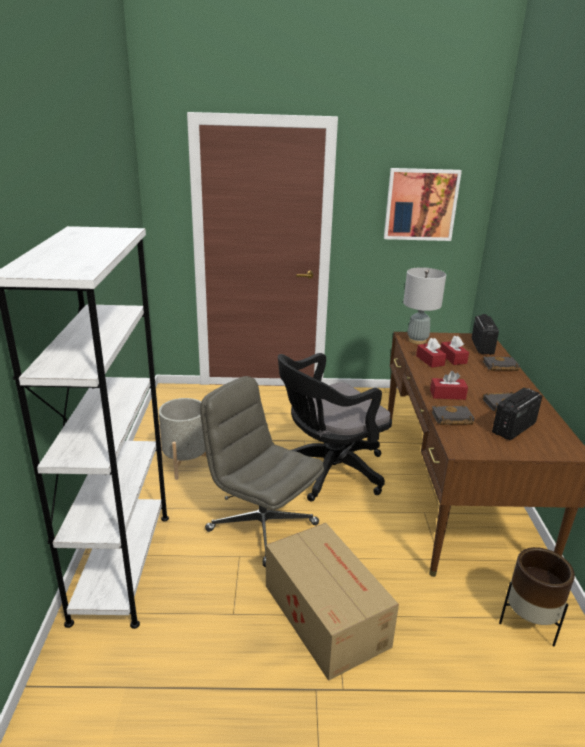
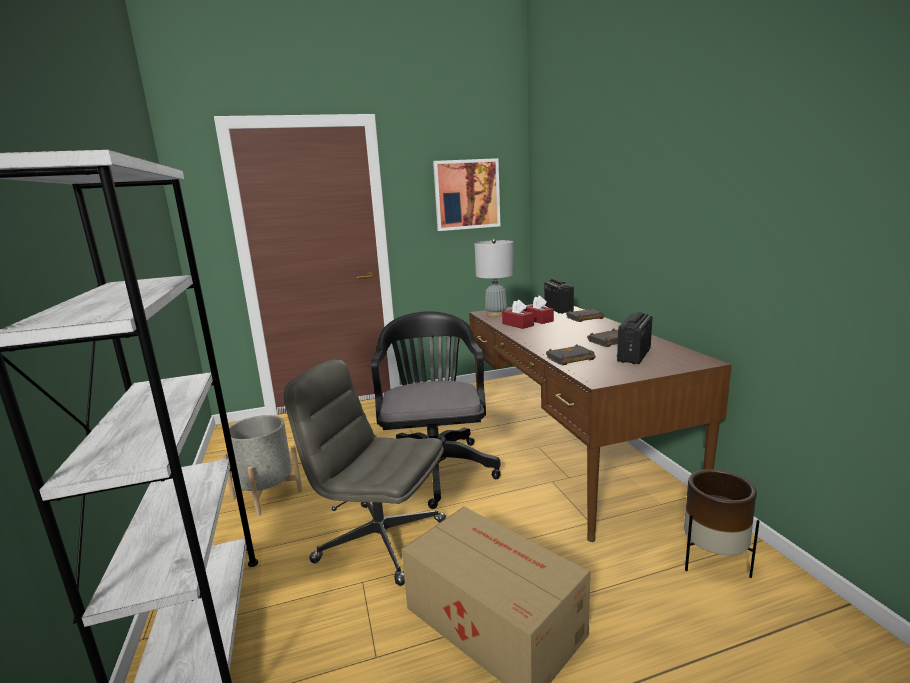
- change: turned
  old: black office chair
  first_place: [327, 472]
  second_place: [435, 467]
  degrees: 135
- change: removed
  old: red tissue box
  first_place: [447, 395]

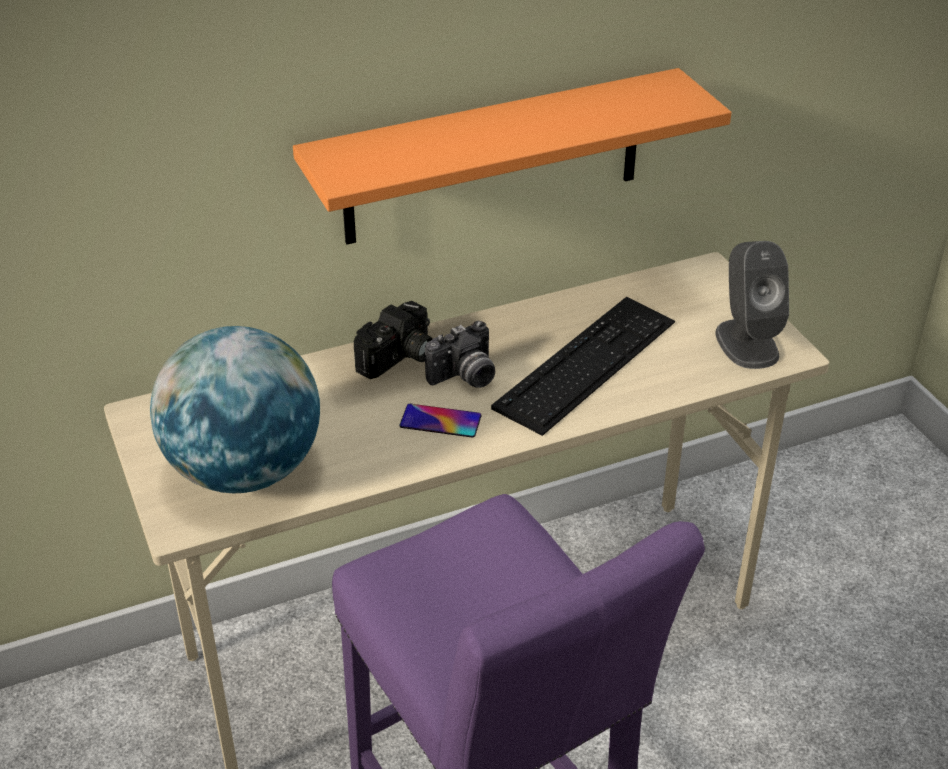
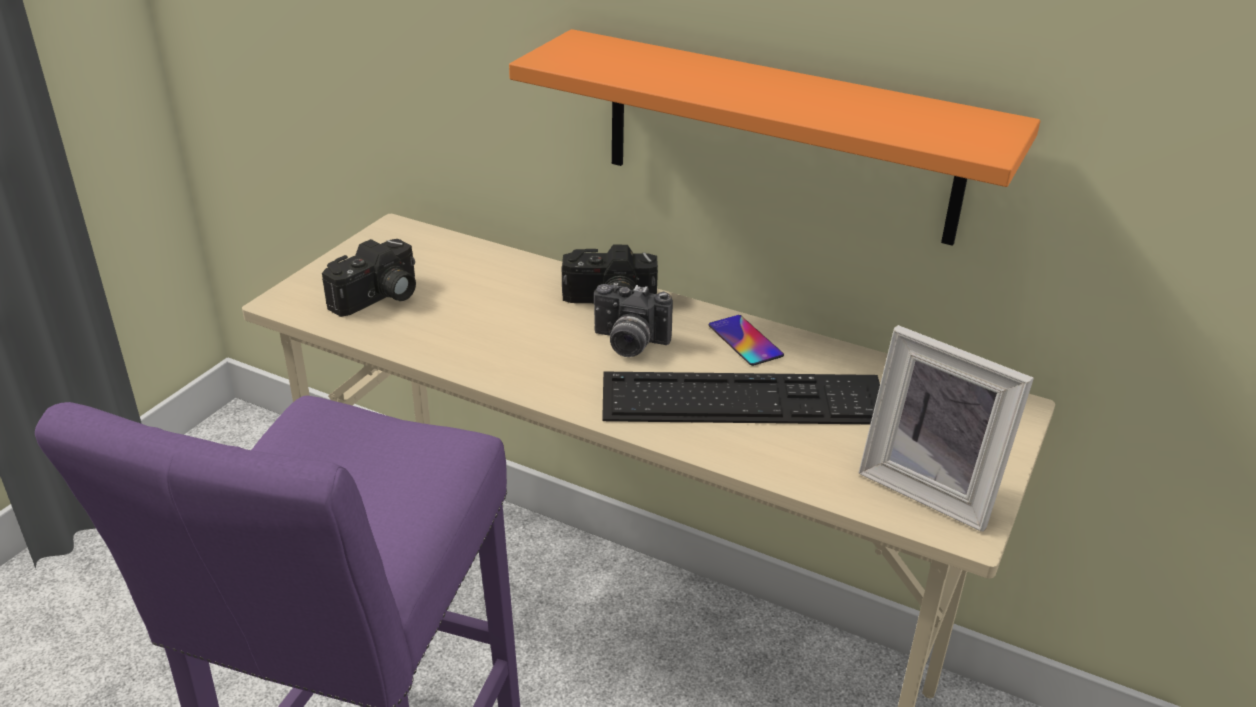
- change: replaced
  old: globe
  new: photo camera
  first_place: [244, 470]
  second_place: [379, 298]
- change: moved
  old: phone
  first_place: [440, 421]
  second_place: [745, 341]
- change: replaced
  old: grey speaker
  new: picture frame
  first_place: [746, 343]
  second_place: [931, 487]

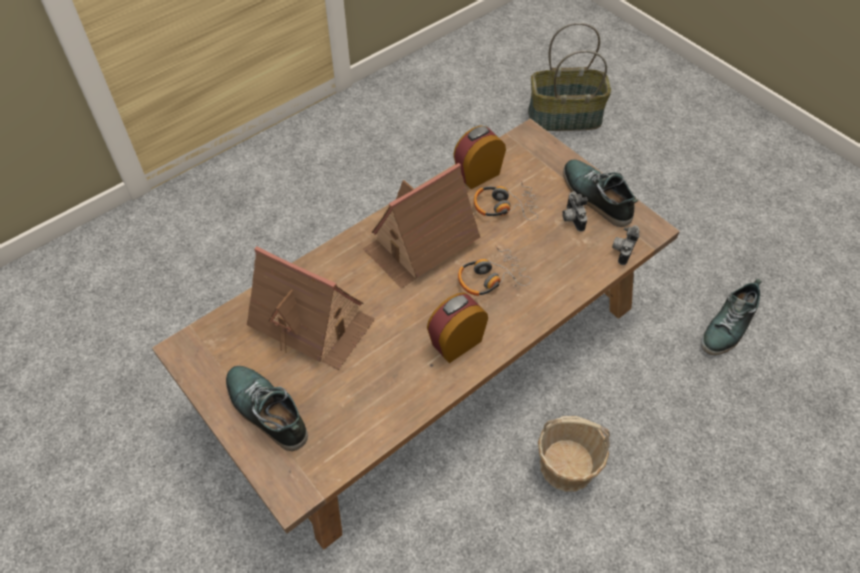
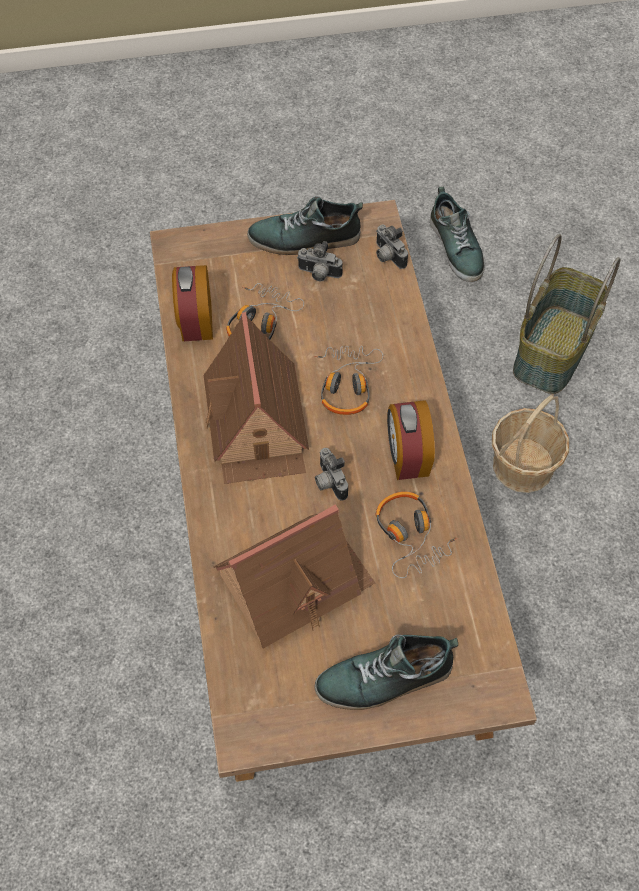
- change: added
  new: photo camera
  second_place: [328, 482]
- change: added
  new: headphones
  second_place: [410, 536]
- change: moved
  old: basket
  first_place: [564, 118]
  second_place: [554, 351]

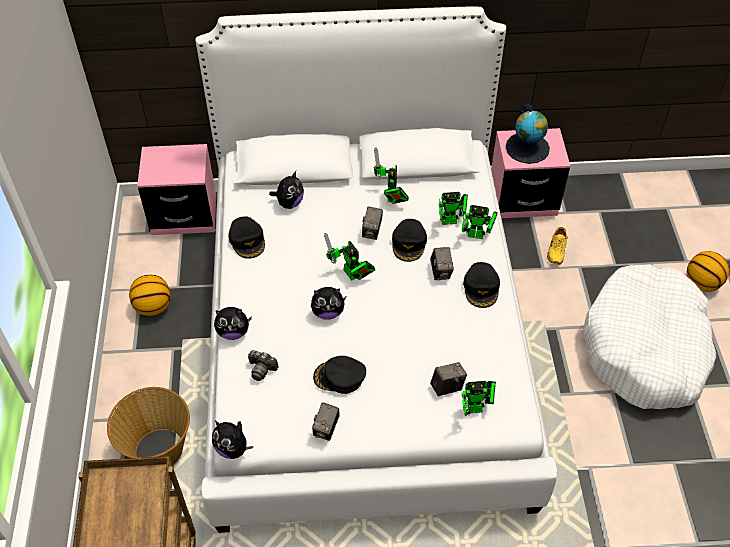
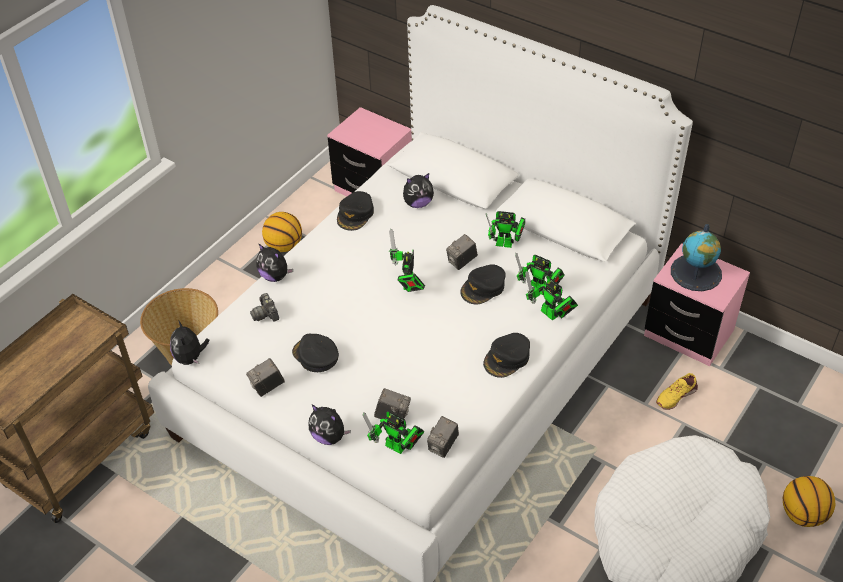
- change: moved
  old: plush toy
  first_place: [328, 312]
  second_place: [329, 436]
- change: moved
  old: photo camera
  first_place: [441, 272]
  second_place: [443, 446]
- change: turned
  old: toy robot
  first_place: [391, 198]
  second_place: [506, 244]
  degrees: -120

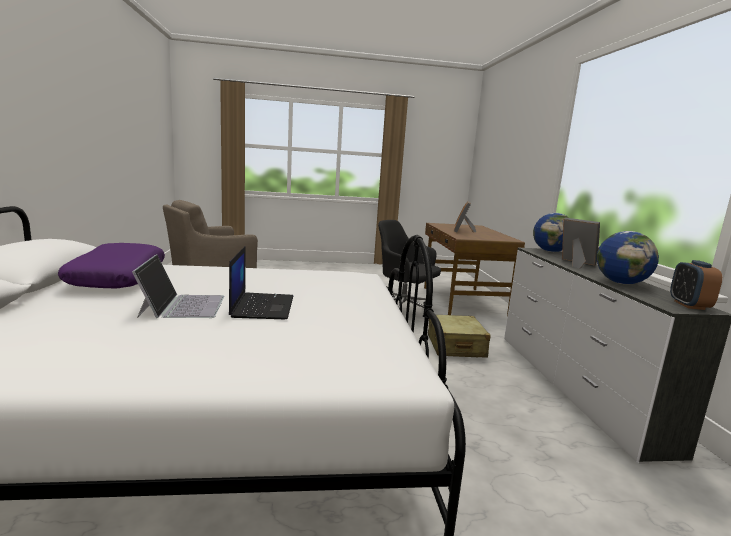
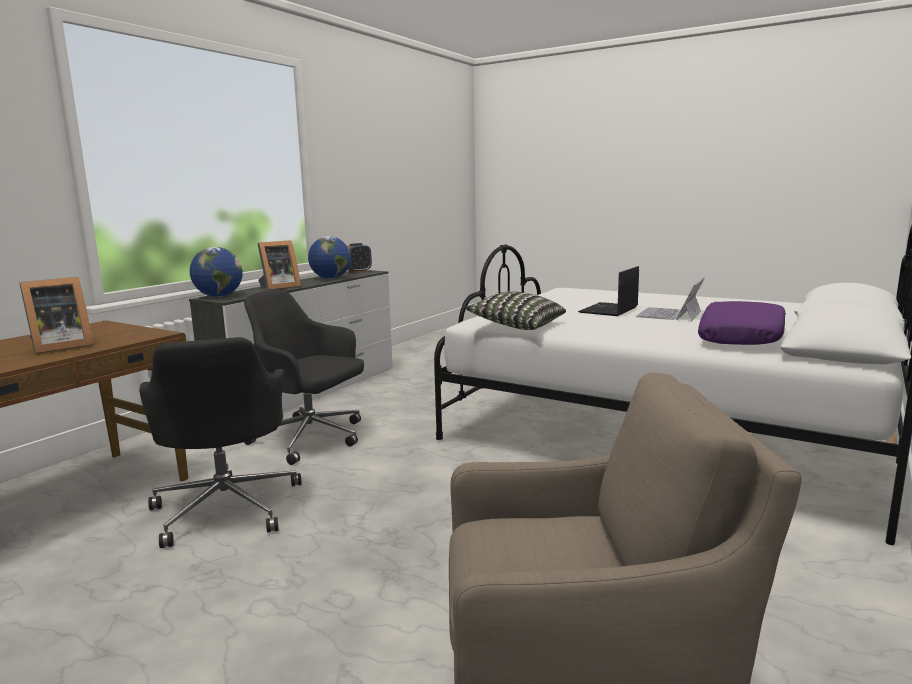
- change: replaced
  old: beige suitcase
  new: black office chair
  first_place: [455, 346]
  second_place: [311, 438]
- change: turned
  old: picture frame
  first_place: [575, 264]
  second_place: [278, 287]
  degrees: -120
- change: added
  new: pillow
  second_place: [517, 326]

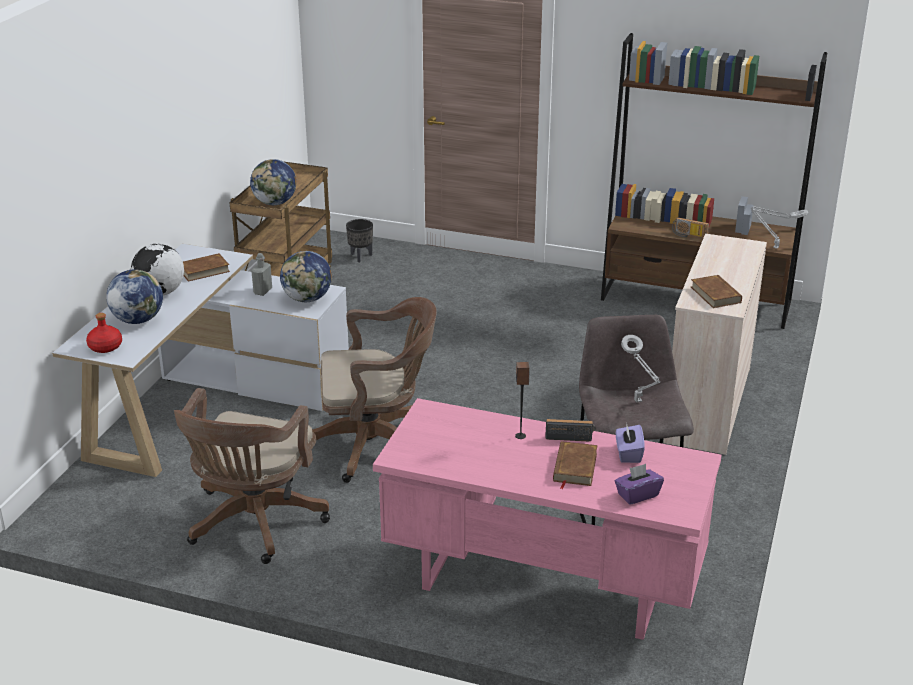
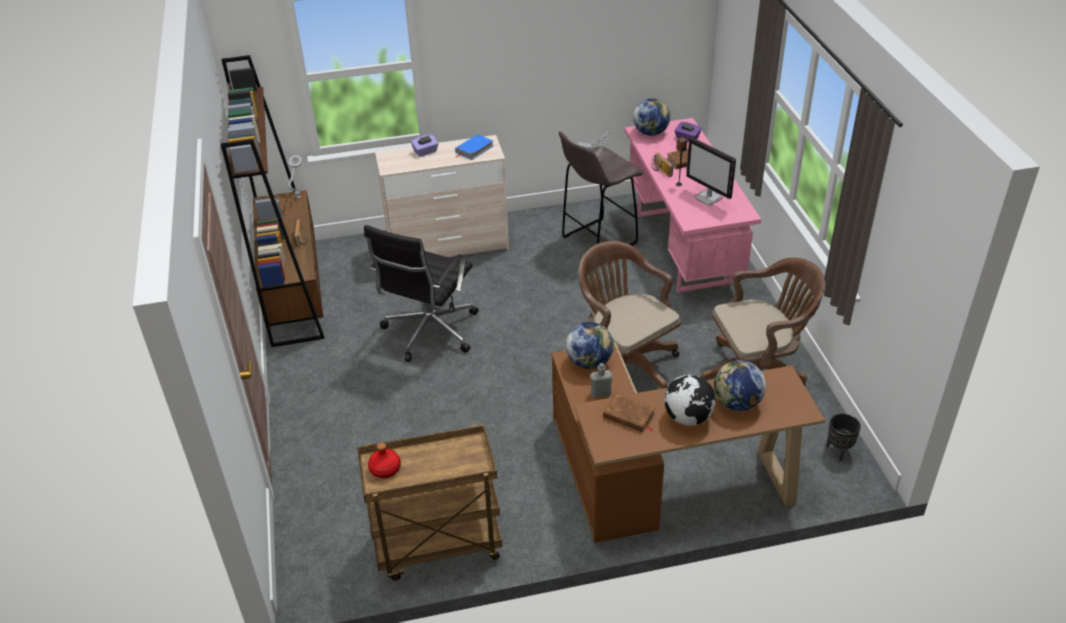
- change: added
  new: black office chair
  second_place: [429, 332]
- change: moved
  old: red bottle
  first_place: [105, 347]
  second_place: [385, 469]
- change: moved
  old: purple tissue box
  first_place: [628, 453]
  second_place: [425, 151]
- change: recoloured
  old: brown book
  new: blue book
  first_place: [715, 294]
  second_place: [474, 149]
- change: recoloured
  old: white desk
  new: brown desk
  first_place: [208, 403]
  second_place: [660, 480]
- change: moved
  old: globe
  first_place: [275, 203]
  second_place: [650, 132]
- change: added
  new: monitor
  second_place: [709, 198]
- change: moved
  old: black planter
  first_place: [360, 257]
  second_place: [838, 451]

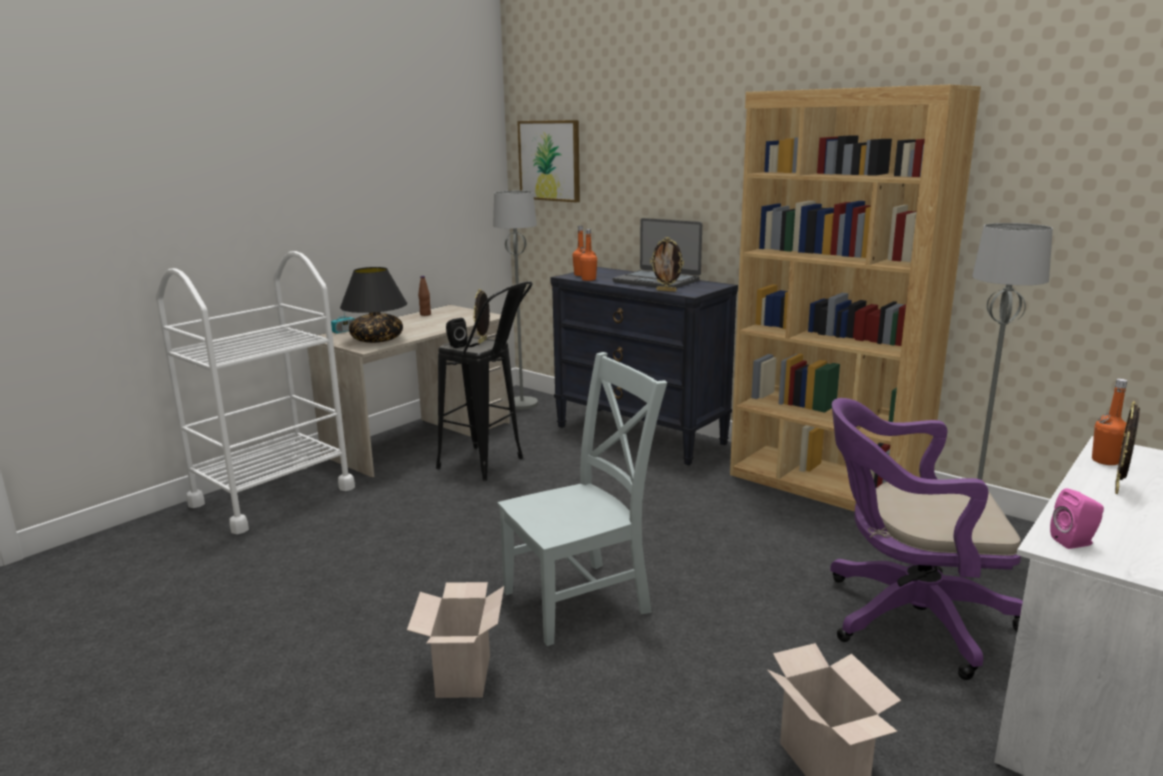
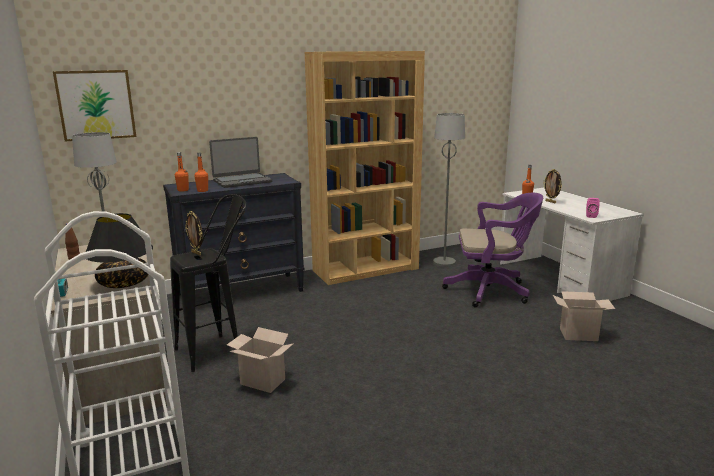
- change: moved
  old: cardboard box
  first_place: [461, 674]
  second_place: [261, 382]
- change: turned
  old: purple office chair
  first_place: [906, 618]
  second_place: [491, 291]
  degrees: -120
- change: removed
  old: black speaker
  first_place: [456, 345]
- change: removed
  old: grey chair
  first_place: [582, 600]
- change: removed
  old: picture frame
  first_place: [666, 290]

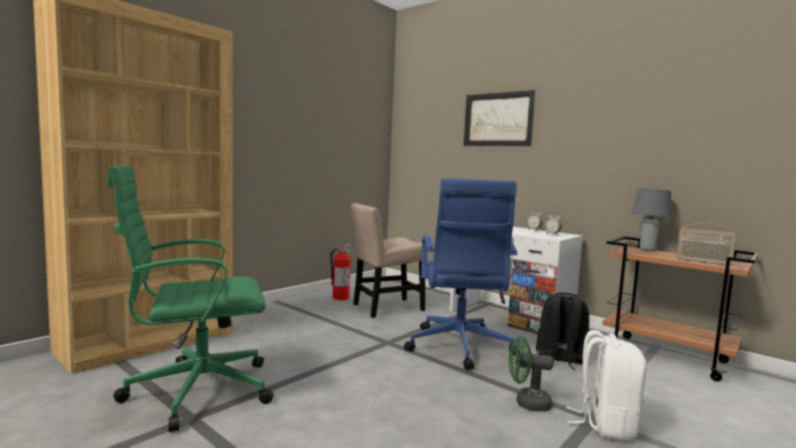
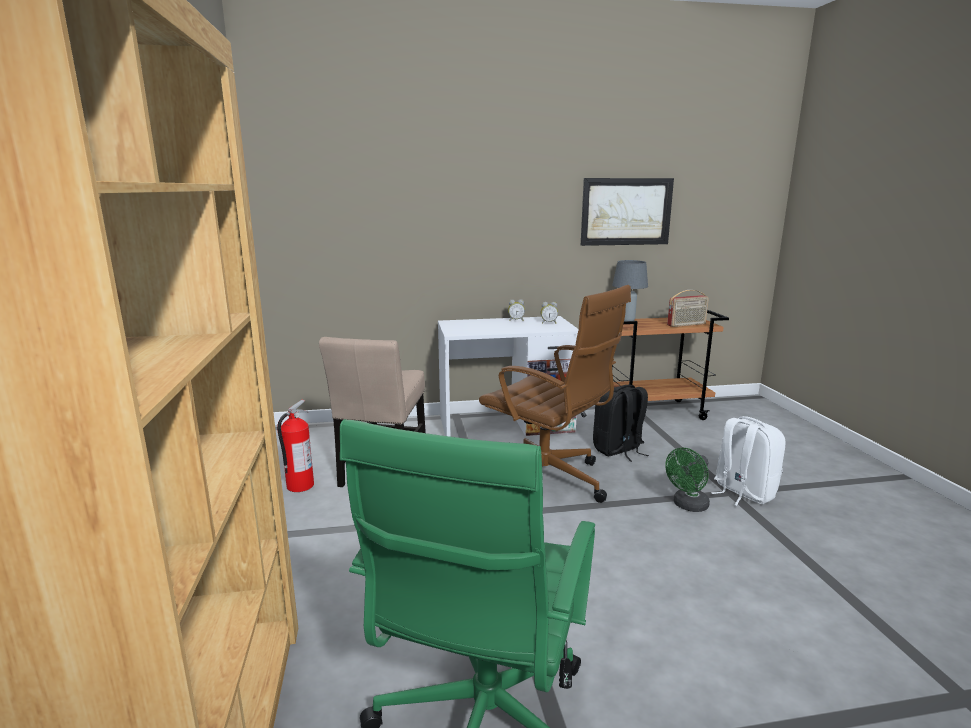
- change: recoloured
  old: blue office chair
  new: brown office chair
  first_place: [459, 348]
  second_place: [547, 482]
- change: moved
  old: picture
  first_place: [498, 119]
  second_place: [626, 211]

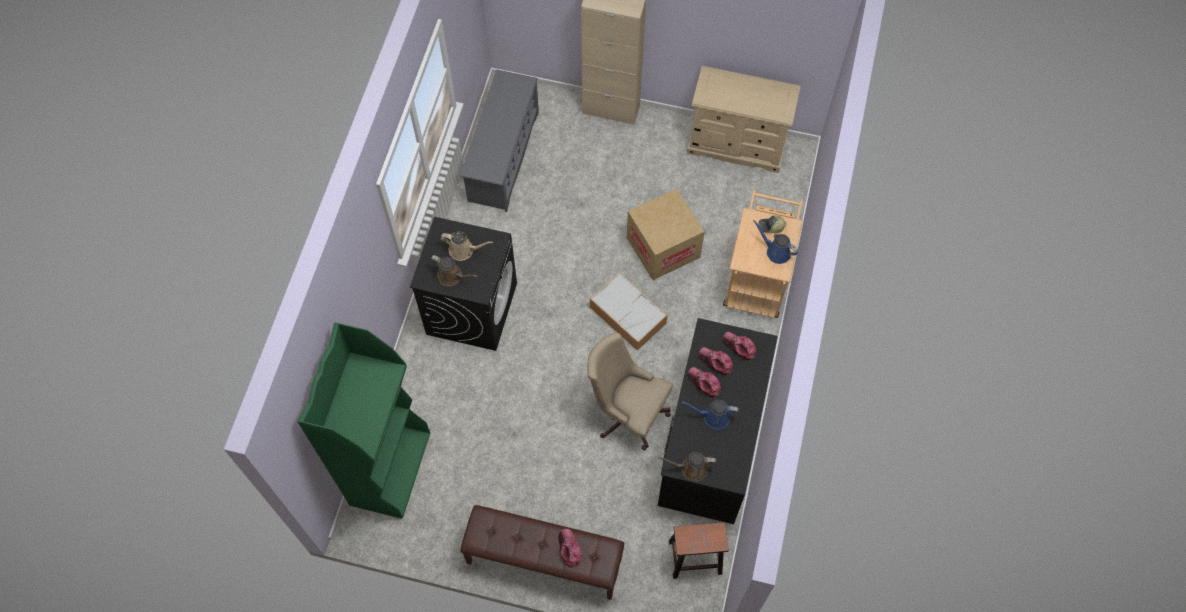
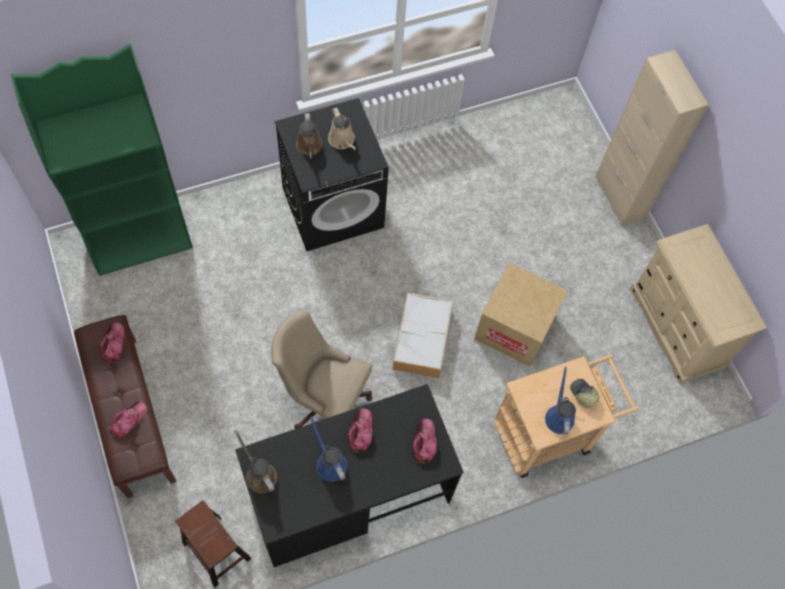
- change: moved
  old: cap
  first_place: [716, 362]
  second_place: [113, 344]
- change: turned
  old: beige office chair
  first_place: [627, 412]
  second_place: [323, 398]
  degrees: -60
- change: removed
  old: grey shoe rack
  first_place: [503, 156]

